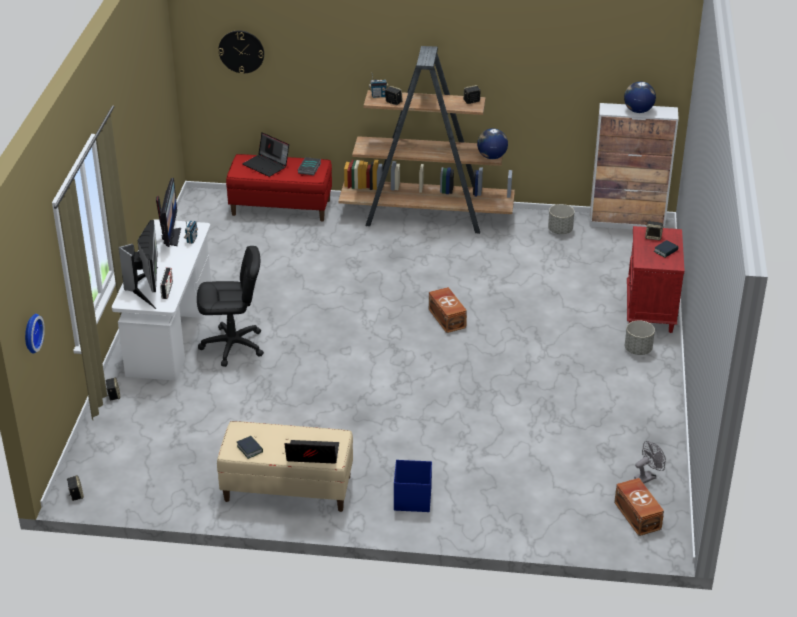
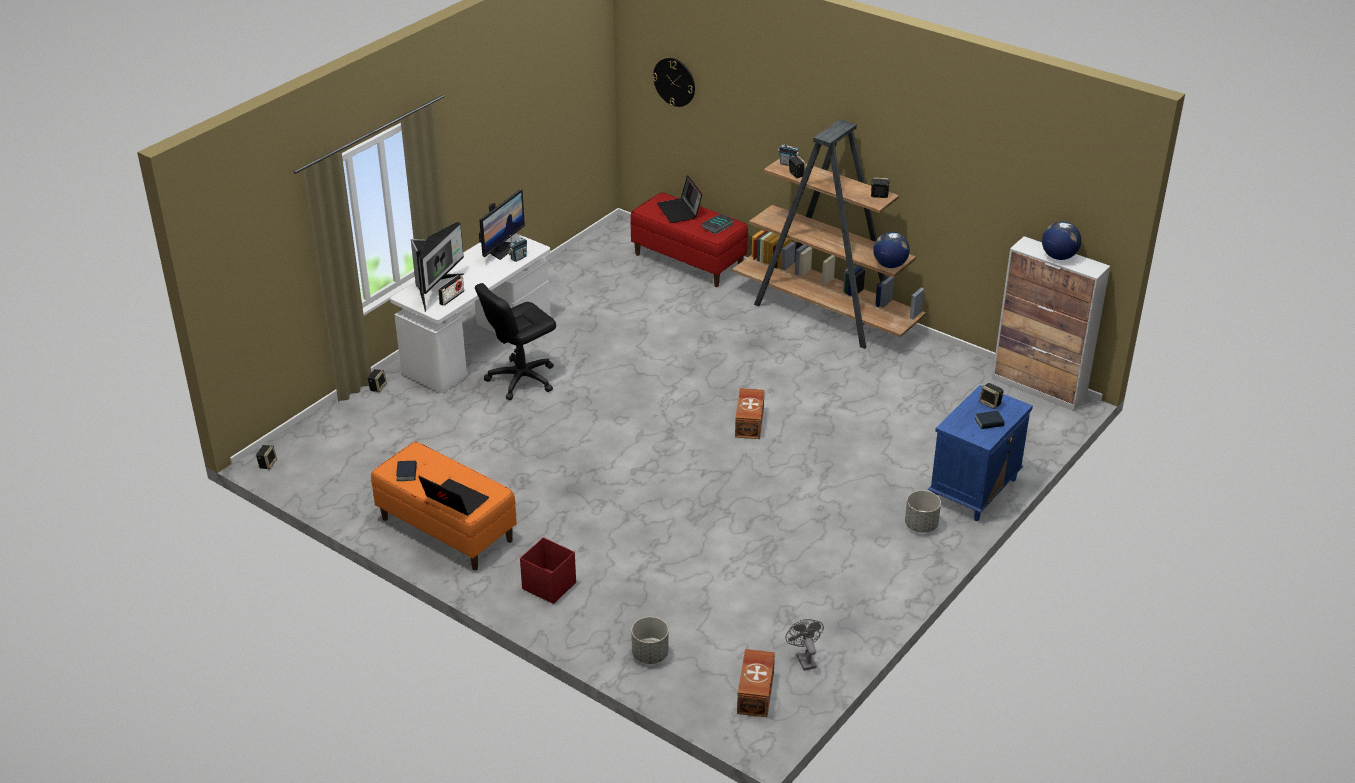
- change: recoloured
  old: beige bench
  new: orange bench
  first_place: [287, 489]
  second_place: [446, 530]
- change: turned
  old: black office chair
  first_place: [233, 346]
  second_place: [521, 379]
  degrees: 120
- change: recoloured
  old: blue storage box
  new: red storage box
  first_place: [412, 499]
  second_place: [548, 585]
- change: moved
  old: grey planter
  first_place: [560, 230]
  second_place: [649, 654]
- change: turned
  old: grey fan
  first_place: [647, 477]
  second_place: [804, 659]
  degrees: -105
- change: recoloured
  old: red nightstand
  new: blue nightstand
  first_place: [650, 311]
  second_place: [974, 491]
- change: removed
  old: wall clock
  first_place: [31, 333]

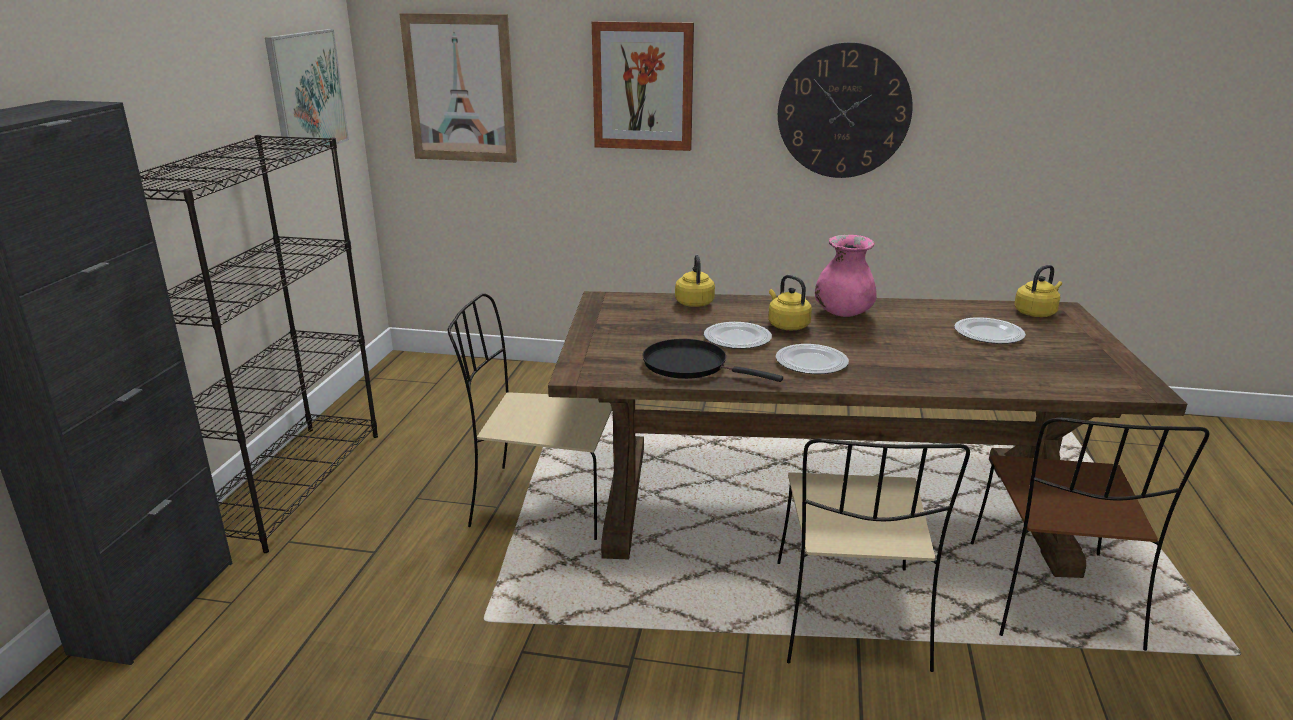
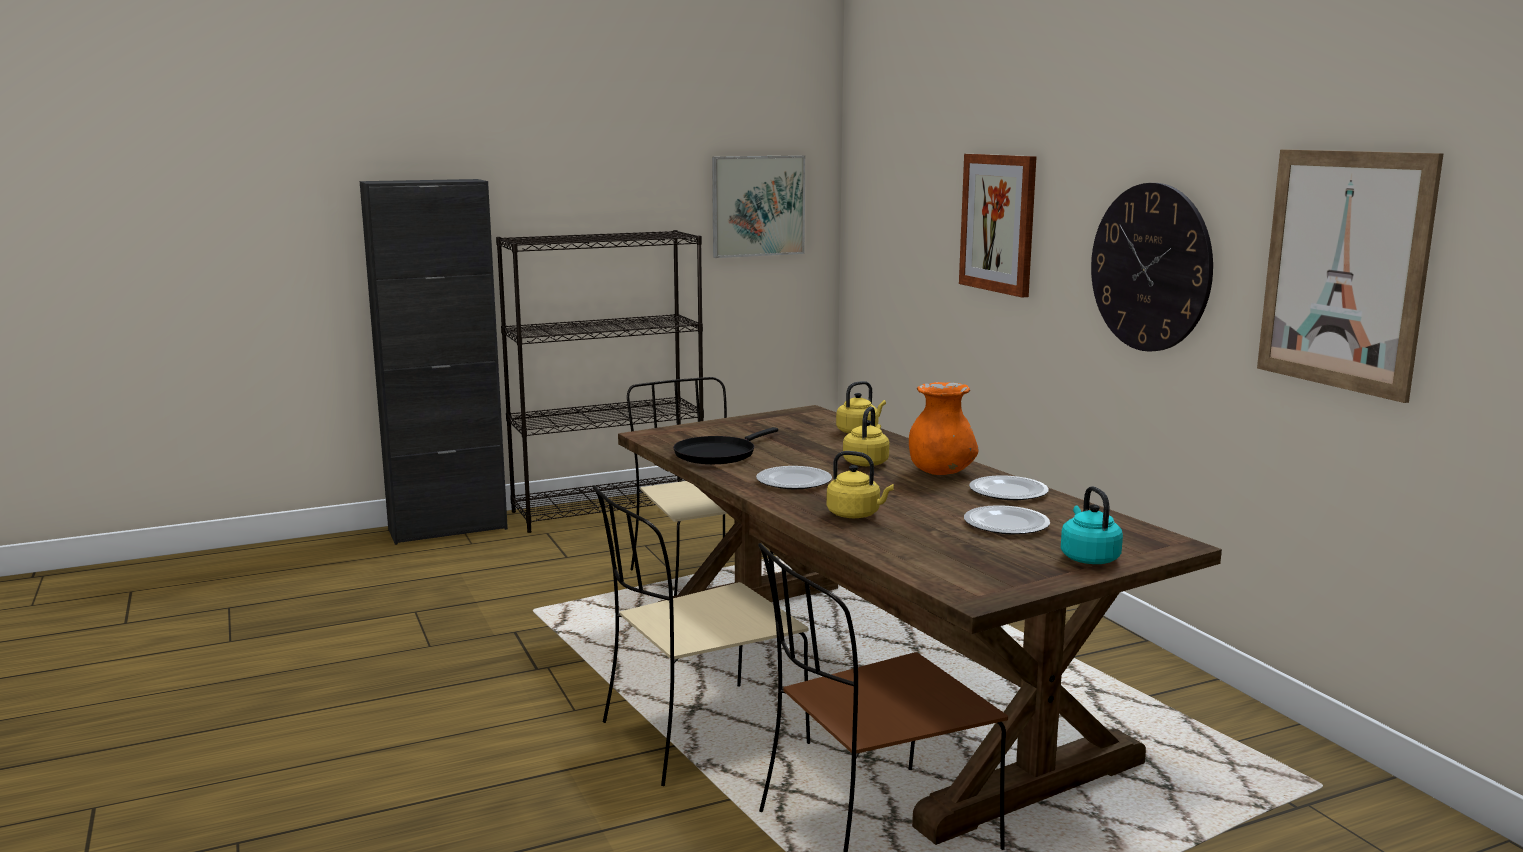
- change: turned
  old: black frying pan
  first_place: [690, 365]
  second_place: [718, 454]
  degrees: -135
- change: moved
  old: yellow kettle
  first_place: [1036, 313]
  second_place: [856, 514]
- change: recoloured
  old: pink vase
  new: orange vase
  first_place: [843, 313]
  second_place: [940, 472]
- change: moved
  old: plate
  first_place: [737, 338]
  second_place: [1008, 491]
- change: added
  new: turquoise kettle
  second_place: [1088, 557]
- change: moved
  old: picture
  first_place: [460, 89]
  second_place: [1343, 270]

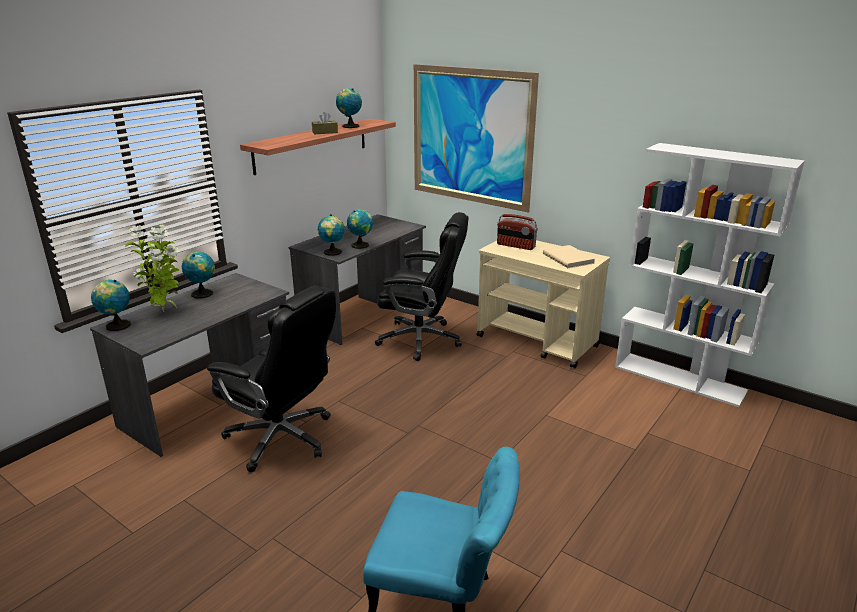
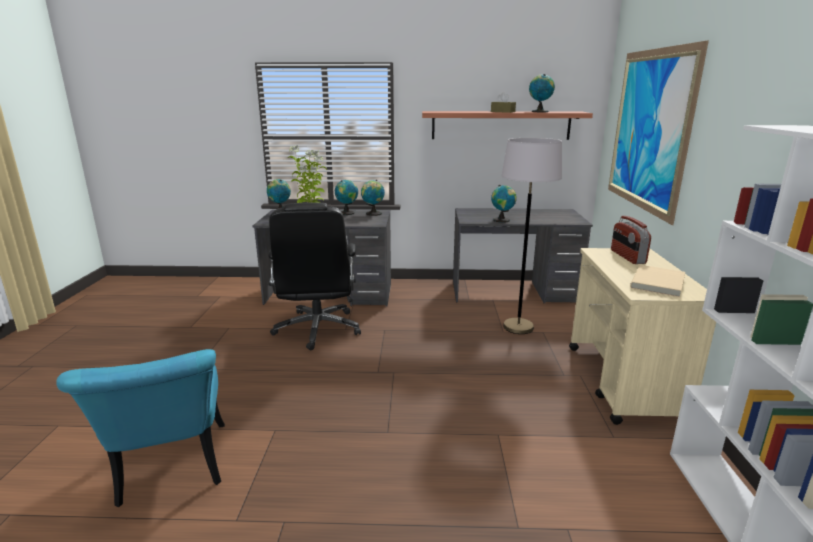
- change: moved
  old: globe
  first_place: [333, 252]
  second_place: [373, 214]
- change: replaced
  old: black office chair
  new: grey floor lamp
  first_place: [422, 340]
  second_place: [518, 327]

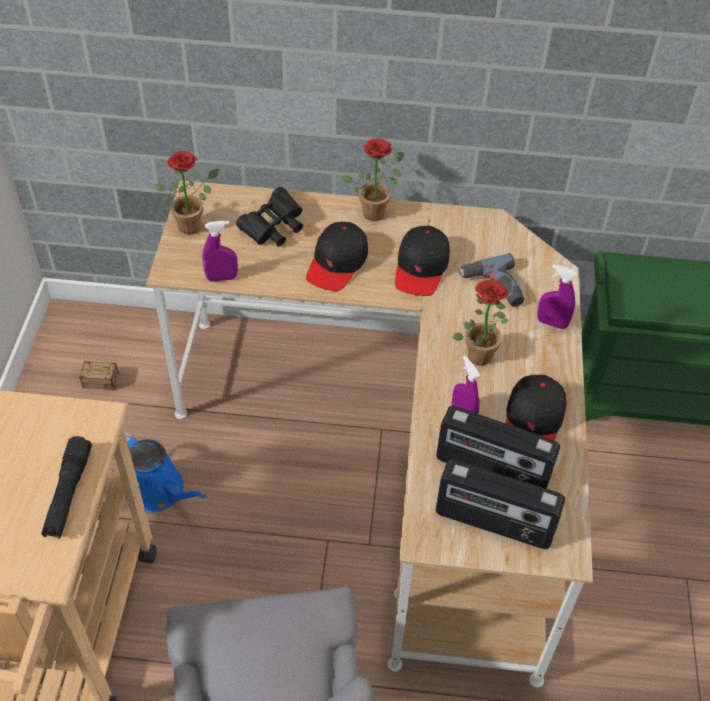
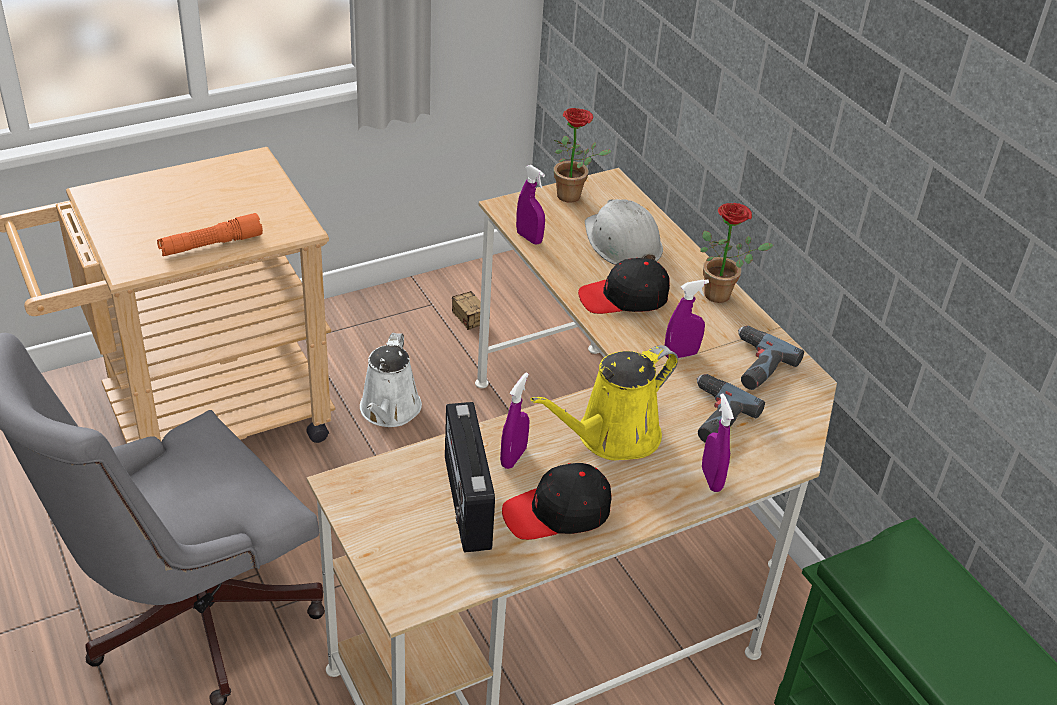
- change: recoloured
  old: black flashlight
  new: orange flashlight
  first_place: [68, 493]
  second_place: [211, 245]
- change: recoloured
  old: blue watering can
  new: white watering can
  first_place: [159, 491]
  second_place: [389, 411]
- change: replaced
  old: potted plant
  new: yellow watering can
  first_place: [478, 352]
  second_place: [612, 437]
- change: replaced
  old: black binoculars
  new: white hard hat
  first_place: [273, 229]
  second_place: [622, 242]
- change: replaced
  old: black cap
  new: purple spray bottle
  first_place: [421, 268]
  second_place: [681, 354]
- change: added
  new: power drill
  second_place: [754, 364]
- change: removed
  old: radio
  first_place: [493, 523]

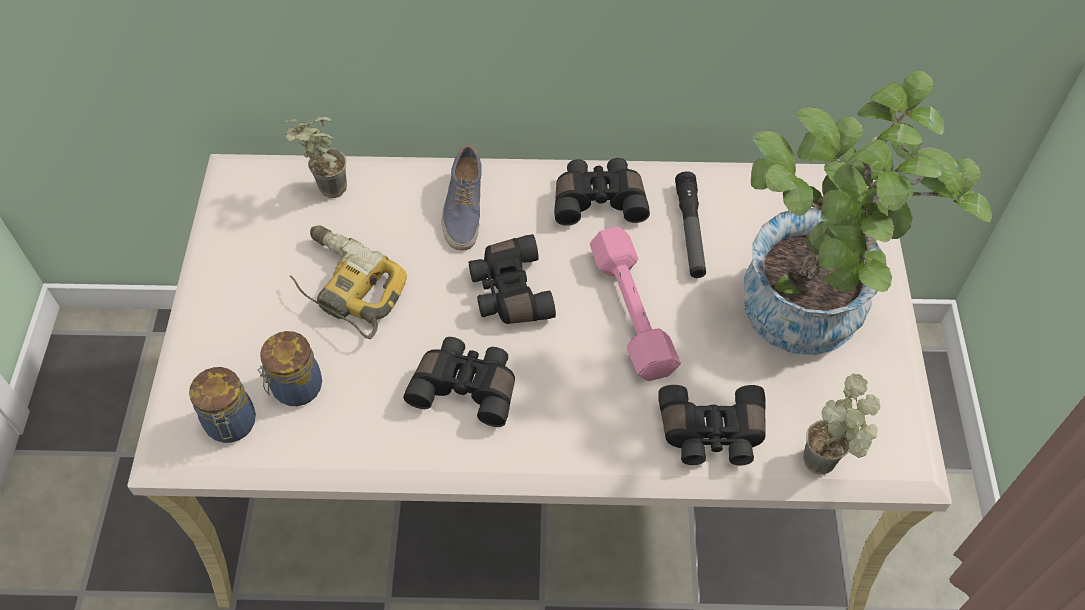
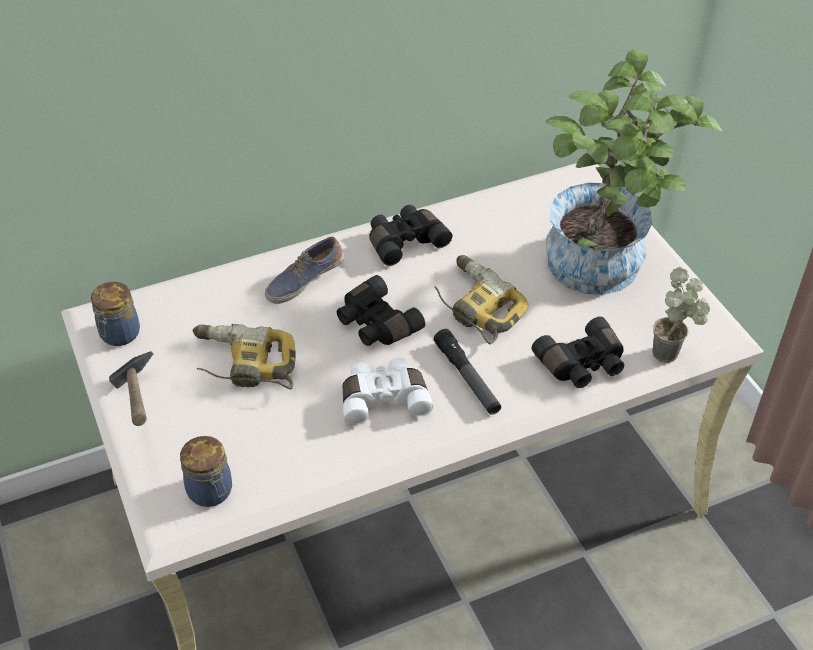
- change: moved
  old: jar
  first_place: [295, 388]
  second_place: [119, 335]
- change: added
  new: hammer
  second_place: [143, 419]
- change: turned
  old: shoe
  first_place: [463, 209]
  second_place: [304, 281]
  degrees: 75
- change: recoloured
  old: black binoculars
  new: white binoculars
  first_place: [466, 387]
  second_place: [384, 398]
- change: replaced
  old: pink dumbbell
  new: power drill
  first_place: [631, 311]
  second_place: [475, 306]
- change: moved
  old: flashlight
  first_place: [690, 231]
  second_place: [467, 378]
- change: removed
  old: potted plant
  first_place: [324, 190]

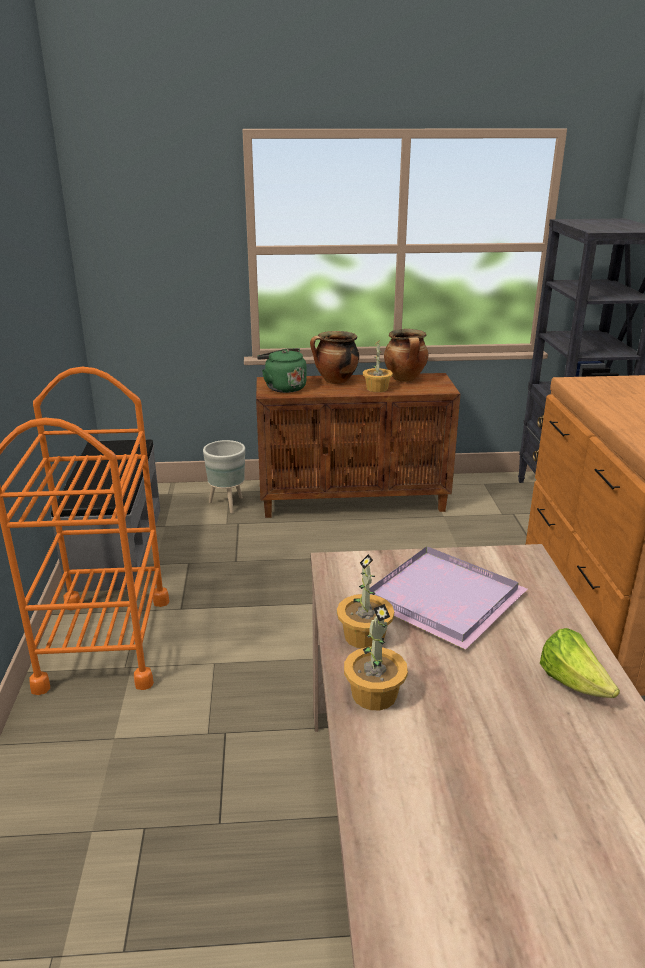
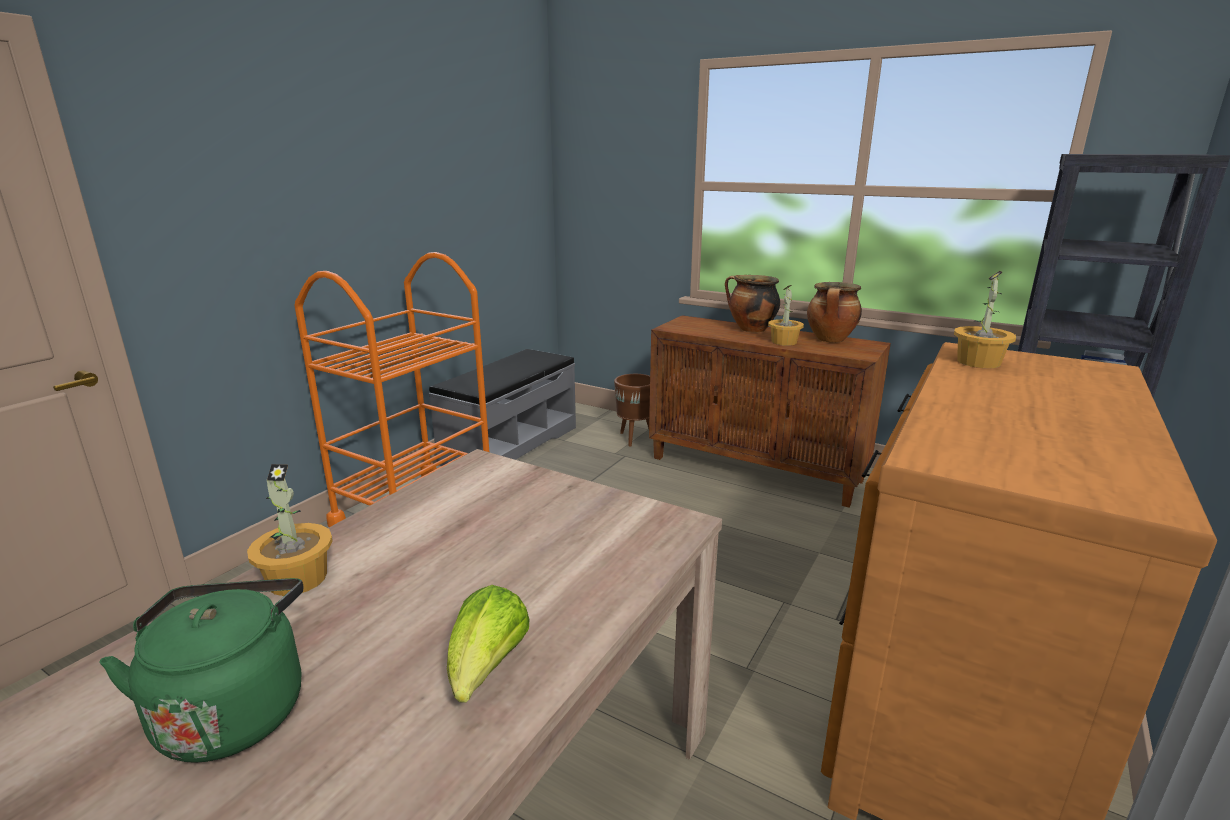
- change: moved
  old: green kettle
  first_place: [283, 387]
  second_place: [234, 709]
- change: recoloured
  old: grey planter
  new: brown planter
  first_place: [228, 504]
  second_place: [635, 439]
- change: moved
  old: potted plant
  first_place: [365, 636]
  second_place: [979, 362]
- change: removed
  old: purple tray
  first_place: [441, 596]

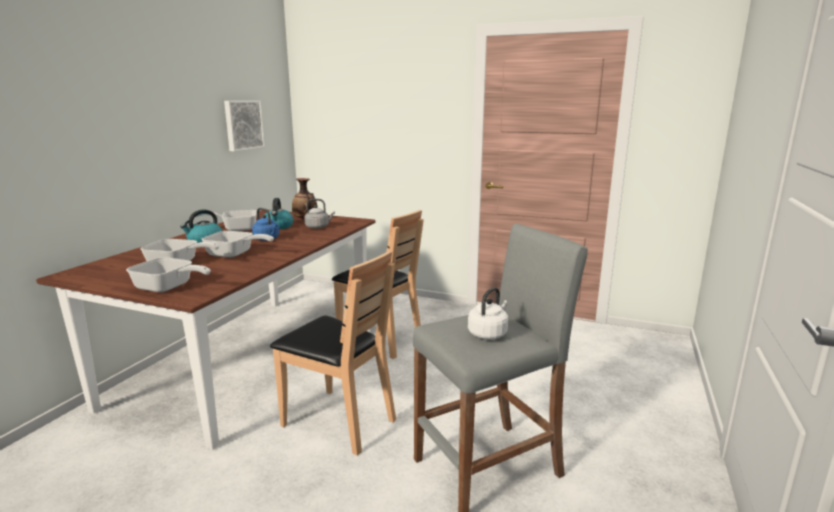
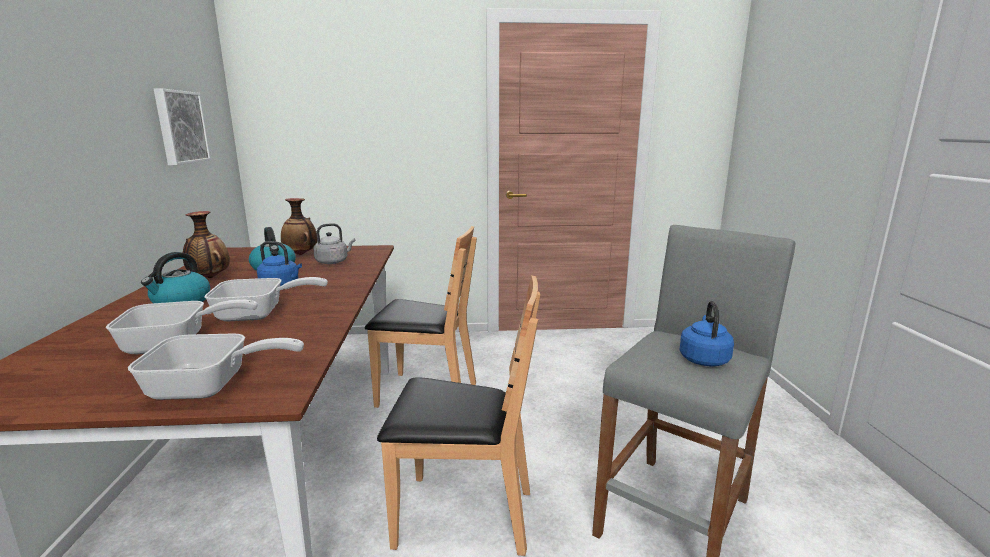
- change: replaced
  old: frying pan
  new: vase
  first_place: [235, 229]
  second_place: [209, 278]
- change: recoloured
  old: white kettle
  new: blue kettle
  first_place: [488, 333]
  second_place: [703, 358]

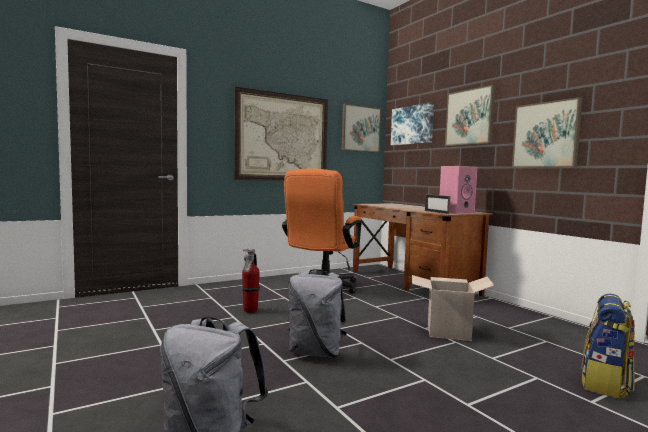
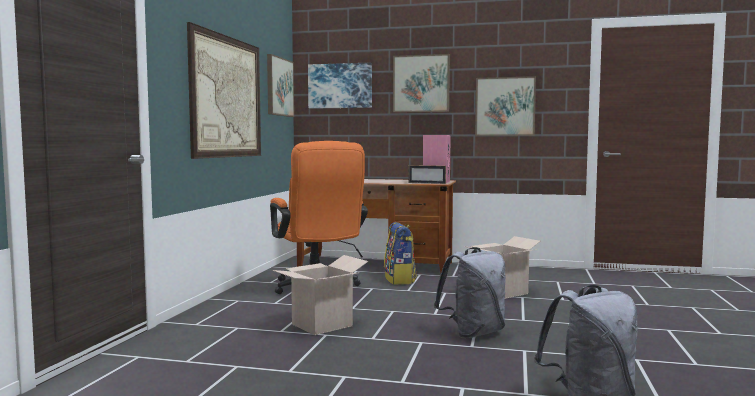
- change: replaced
  old: fire extinguisher
  new: cardboard box
  first_place: [250, 311]
  second_place: [322, 325]
- change: moved
  old: backpack
  first_place: [605, 384]
  second_place: [400, 280]

